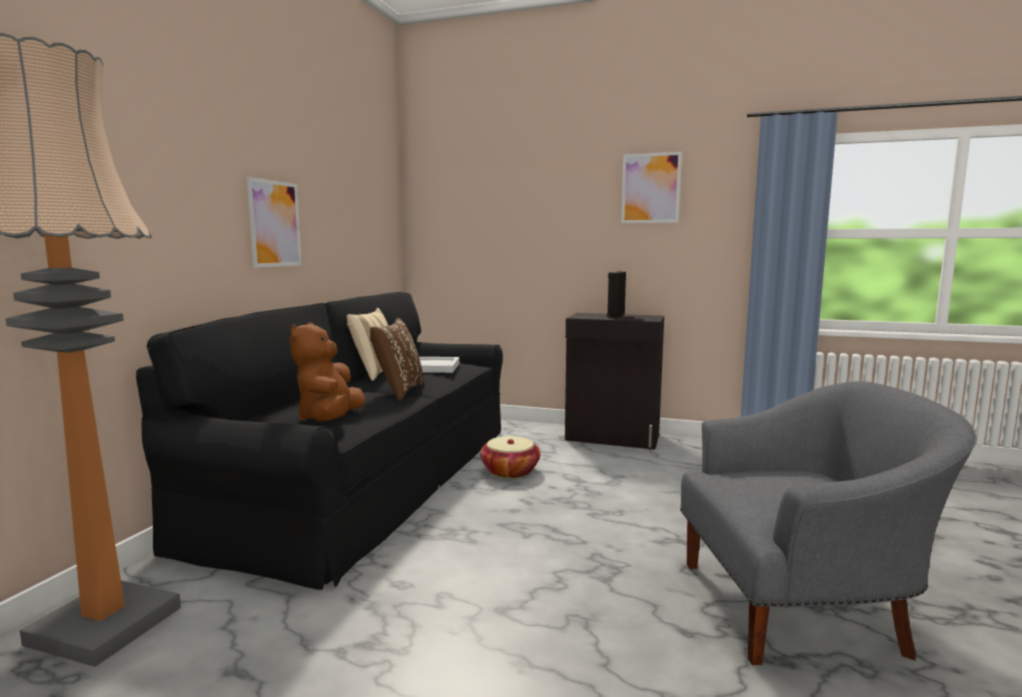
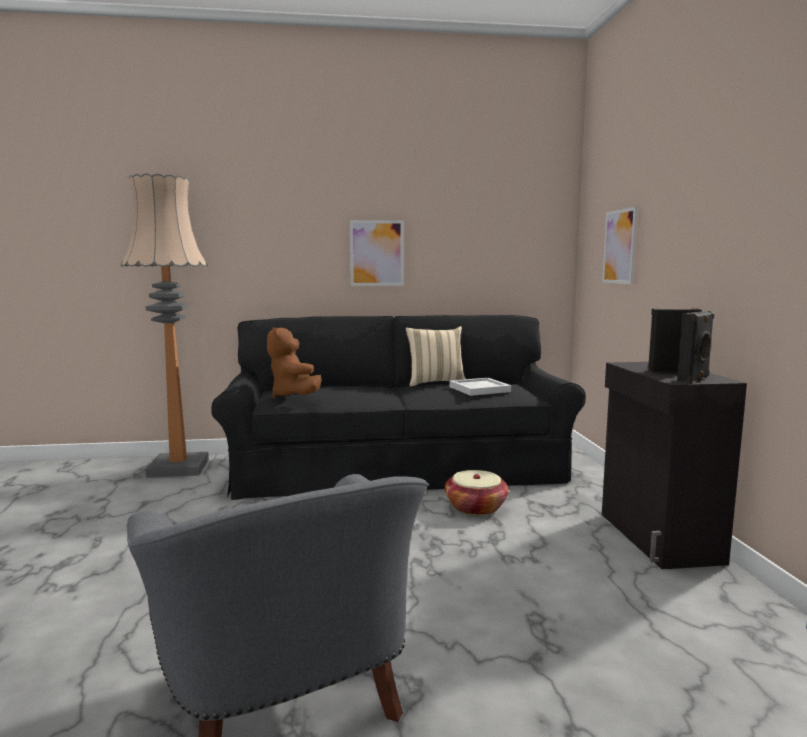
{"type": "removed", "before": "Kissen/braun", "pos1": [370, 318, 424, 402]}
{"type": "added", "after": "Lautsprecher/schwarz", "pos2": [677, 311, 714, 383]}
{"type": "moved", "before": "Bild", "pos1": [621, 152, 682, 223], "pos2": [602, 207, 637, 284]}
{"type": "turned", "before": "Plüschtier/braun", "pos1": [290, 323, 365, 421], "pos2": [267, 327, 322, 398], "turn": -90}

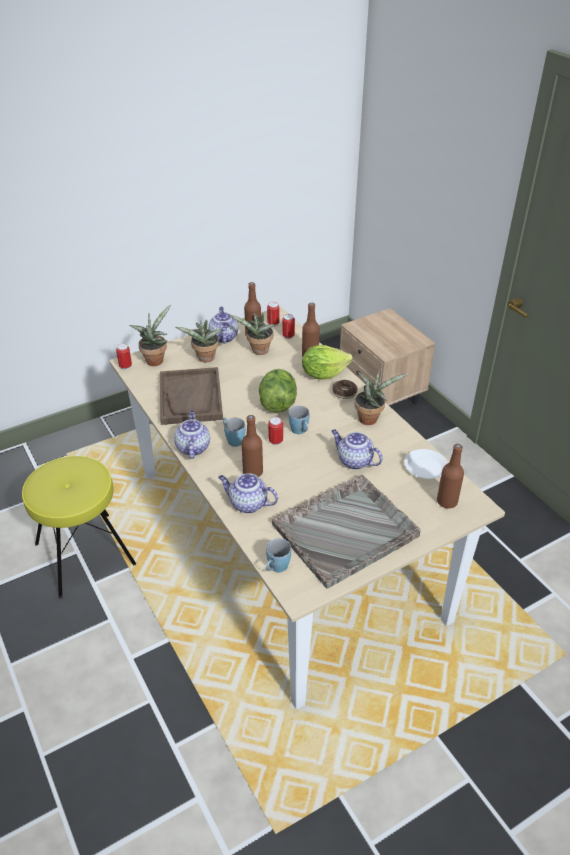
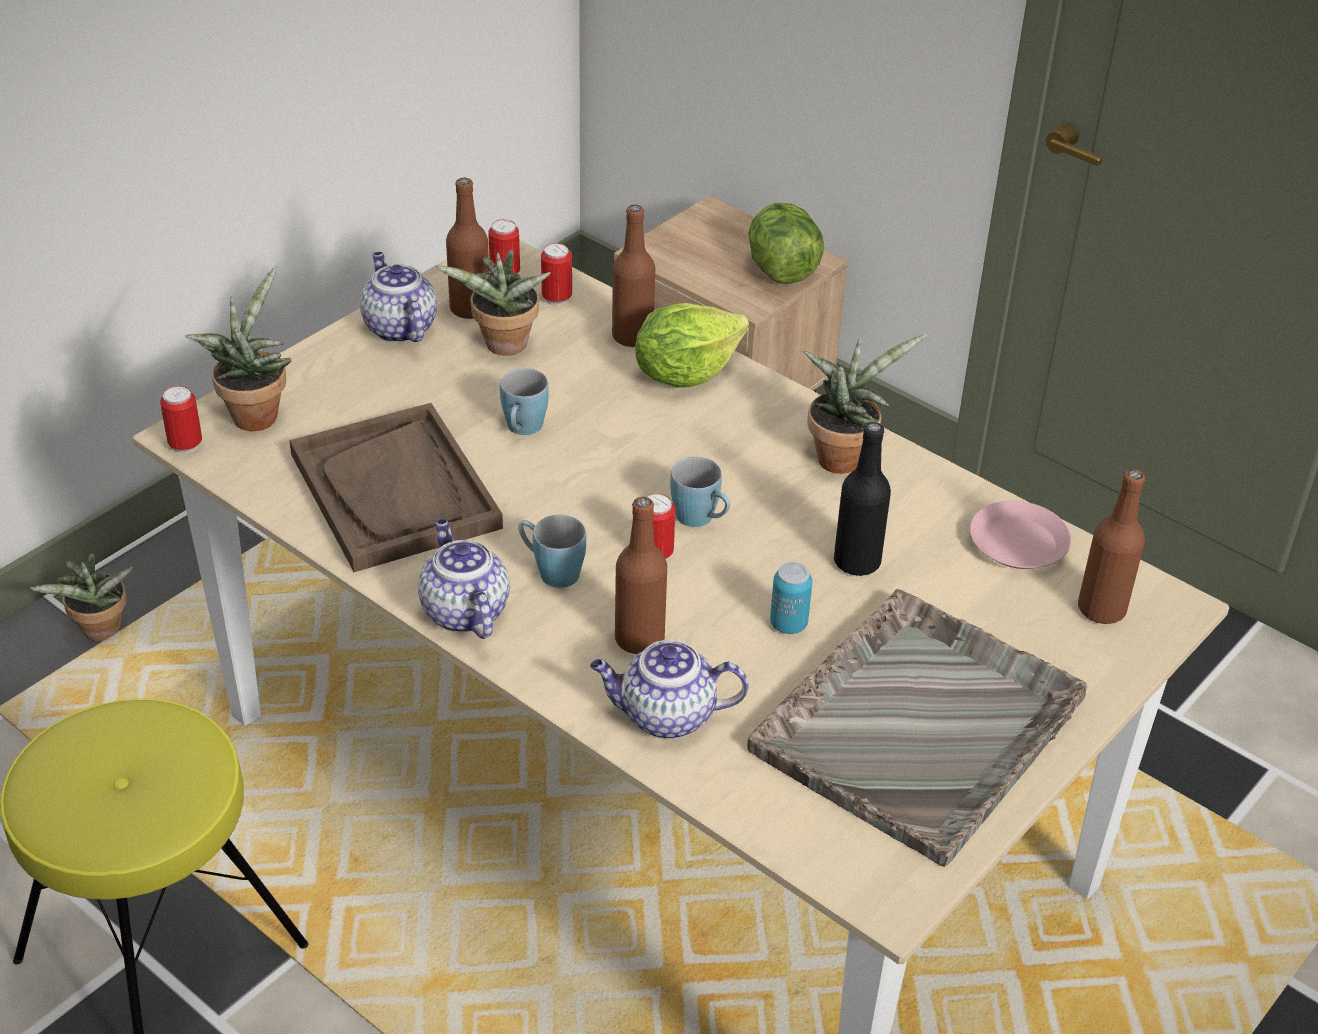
{"type": "removed", "before": "Donut", "pos1": [332, 380, 358, 399]}
{"type": "added", "after": "Dose", "pos2": [770, 562, 812, 634]}
{"type": "moved", "before": "Topfpflanze", "pos1": [176, 320, 222, 363], "pos2": [29, 553, 133, 642]}
{"type": "moved", "before": "Salatkopf", "pos1": [259, 369, 297, 412], "pos2": [748, 203, 824, 284]}
{"type": "moved", "before": "Henkelbecher/blau", "pos1": [266, 538, 291, 572], "pos2": [500, 368, 549, 435]}
{"type": "replaced", "before": "Teekanne", "after": "Flasche/schwarz", "pos1": [331, 429, 383, 470], "pos2": [834, 422, 891, 576]}
{"type": "recoloured", "before": "Teller/weiß", "after": "Teller/rosa", "pos1": [404, 449, 448, 479], "pos2": [970, 501, 1071, 569]}

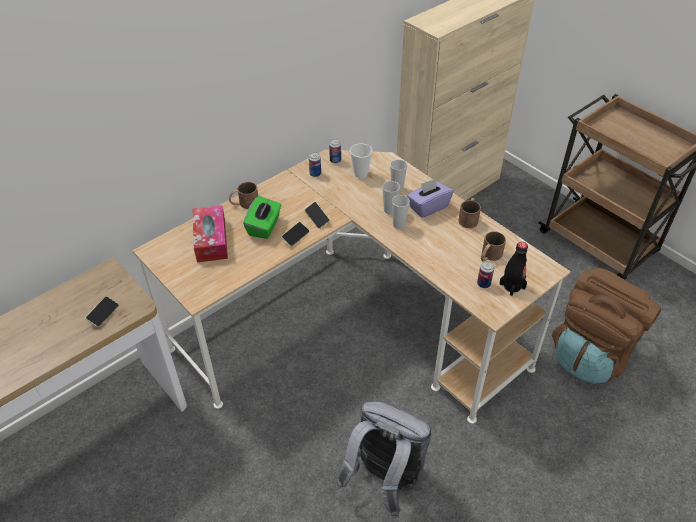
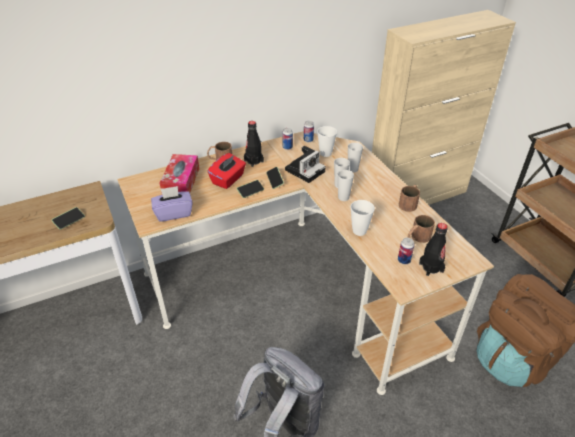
{"type": "added", "after": "Flasche/schwarz", "pos2": [244, 121, 264, 167]}
{"type": "added", "after": "Kamera", "pos2": [285, 146, 326, 183]}
{"type": "added", "after": "Tasse", "pos2": [350, 200, 375, 236]}
{"type": "moved", "before": "Taschentuchbox/lila", "pos1": [407, 178, 453, 218], "pos2": [151, 186, 193, 222]}
{"type": "recoloured", "before": "Taschentuchbox/grün", "after": "Taschentuchbox/rot", "pos1": [243, 196, 281, 239], "pos2": [207, 153, 246, 189]}

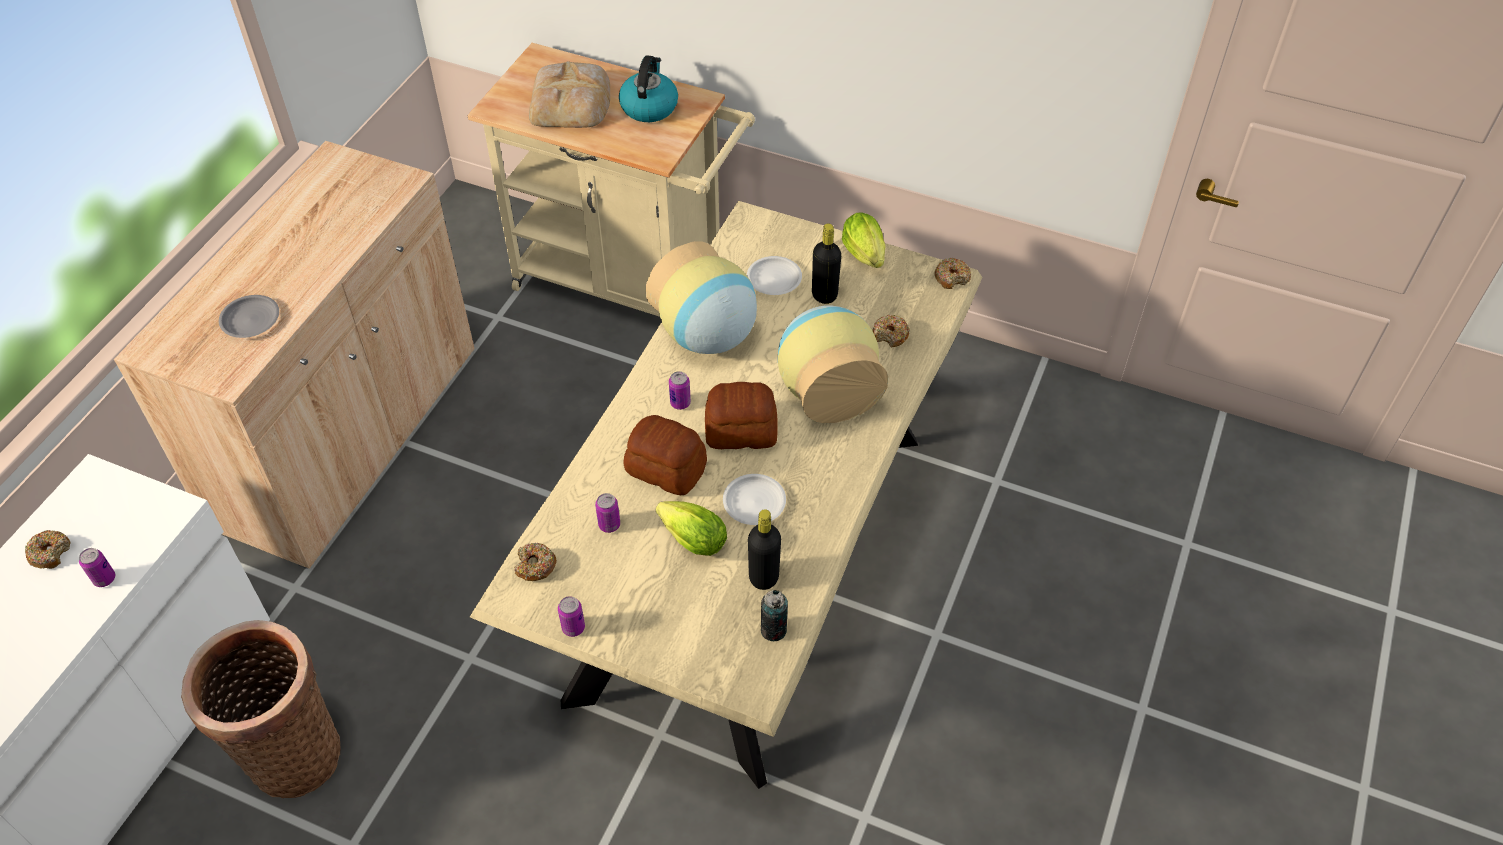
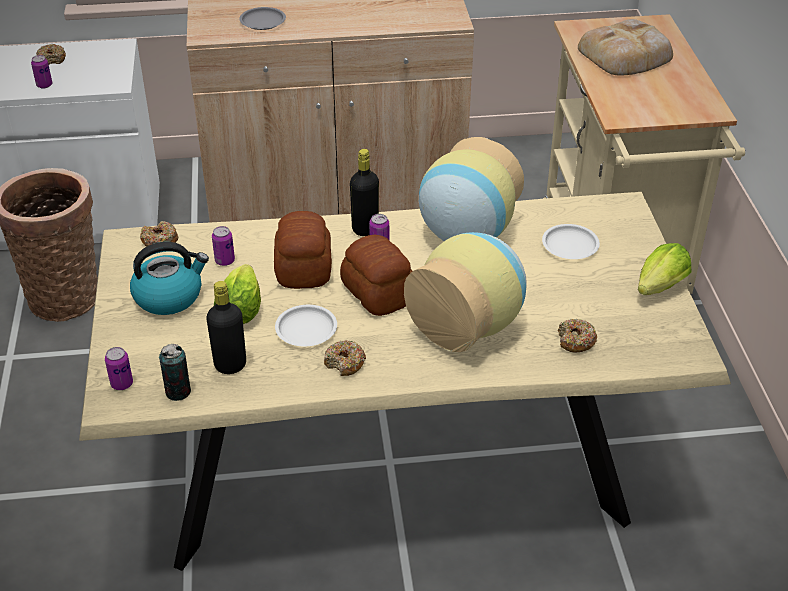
{"type": "moved", "before": "Dose", "pos1": [558, 596, 585, 637], "pos2": [105, 347, 133, 390]}
{"type": "moved", "before": "Wasserkessel", "pos1": [619, 55, 678, 122], "pos2": [130, 242, 209, 315]}
{"type": "moved", "before": "Flasche/schwarz", "pos1": [812, 223, 841, 304], "pos2": [350, 149, 379, 236]}
{"type": "moved", "before": "Donut", "pos1": [934, 258, 971, 289], "pos2": [324, 340, 366, 376]}

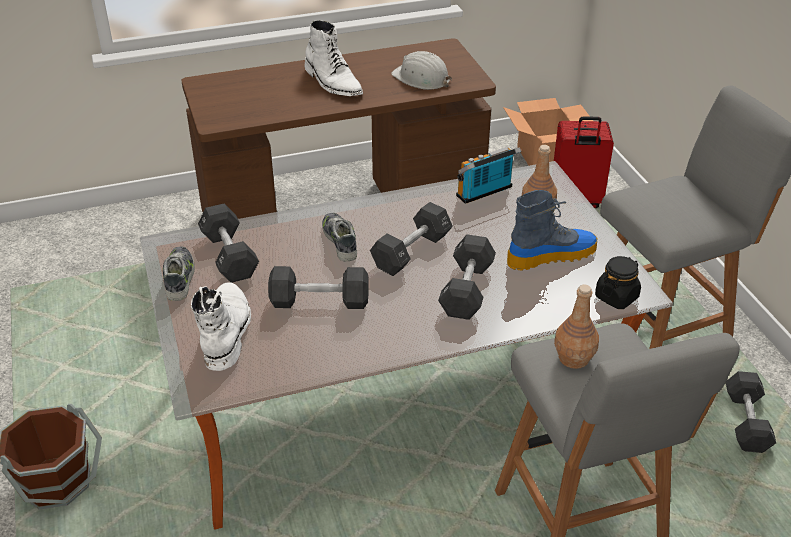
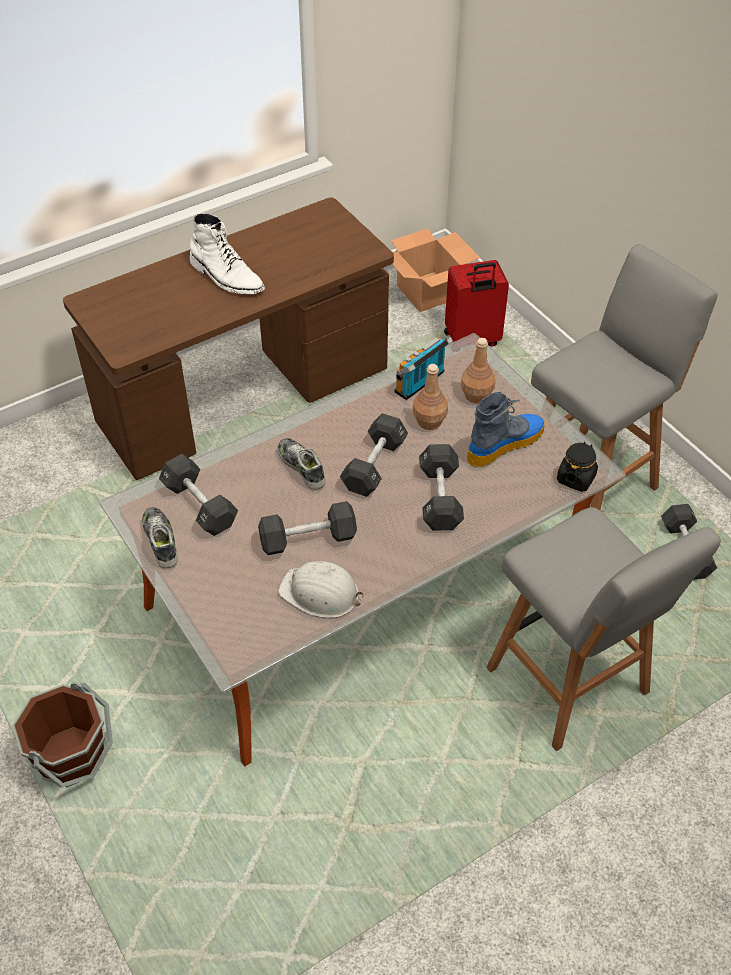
{"type": "removed", "before": "Stiefel/weiß", "pos1": [191, 282, 251, 371]}
{"type": "moved", "before": "Schutzhelm/weiß", "pos1": [391, 51, 452, 90], "pos2": [278, 561, 364, 618]}
{"type": "moved", "before": "Flasche/braun", "pos1": [554, 285, 599, 369], "pos2": [413, 364, 448, 430]}

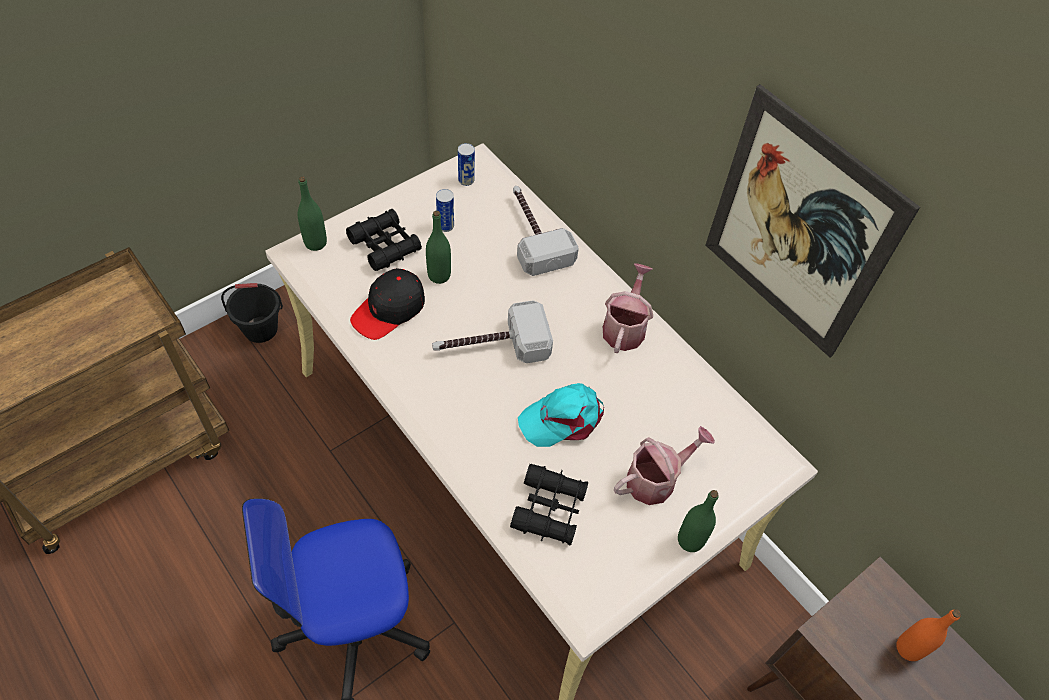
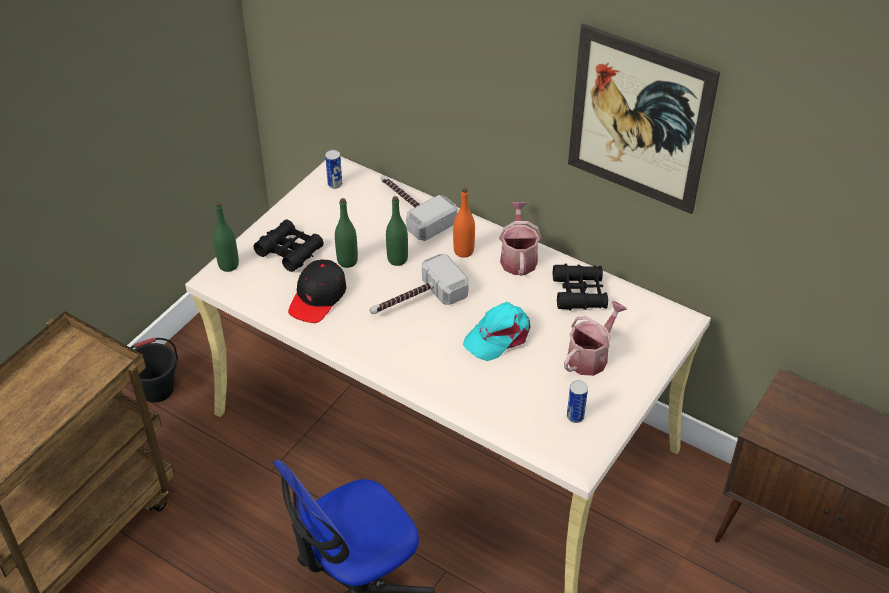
{"type": "moved", "before": "Dose", "pos1": [436, 189, 454, 232], "pos2": [567, 380, 588, 423]}
{"type": "moved", "before": "Fernglas/schwarz", "pos1": [510, 464, 588, 546], "pos2": [553, 264, 608, 311]}
{"type": "moved", "before": "Flasche/grün", "pos1": [678, 490, 719, 552], "pos2": [386, 196, 408, 266]}
{"type": "moved", "before": "Flasche/orange", "pos1": [896, 609, 961, 661], "pos2": [453, 188, 475, 258]}

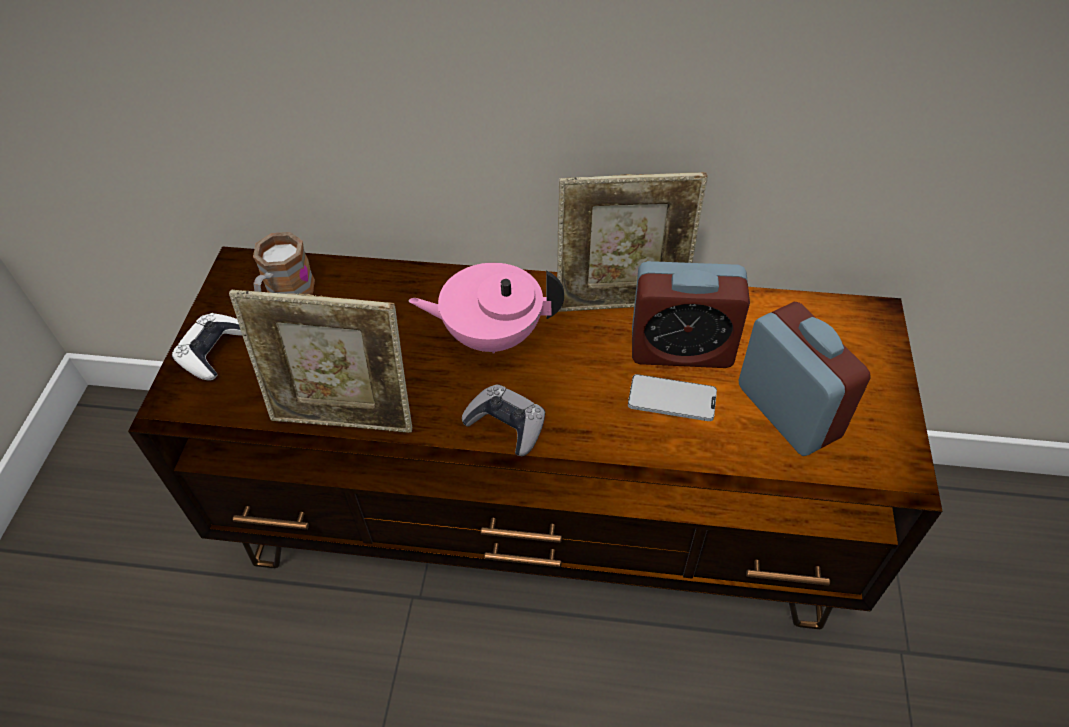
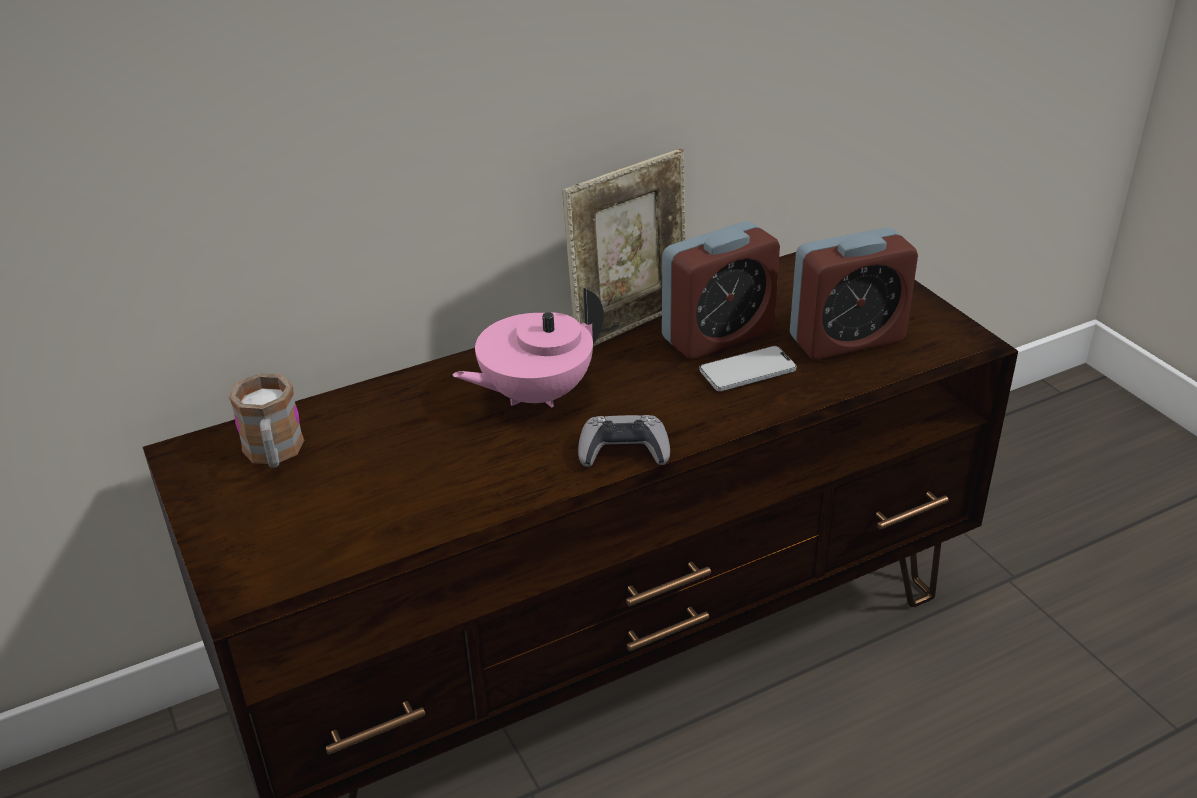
{"type": "removed", "before": "Gamepad/weiß", "pos1": [172, 313, 242, 380]}
{"type": "removed", "before": "Bilderrahmen", "pos1": [229, 290, 412, 433]}
{"type": "turned", "before": "Wecker", "pos1": [738, 302, 871, 456], "pos2": [790, 227, 918, 360], "turn": 135}

